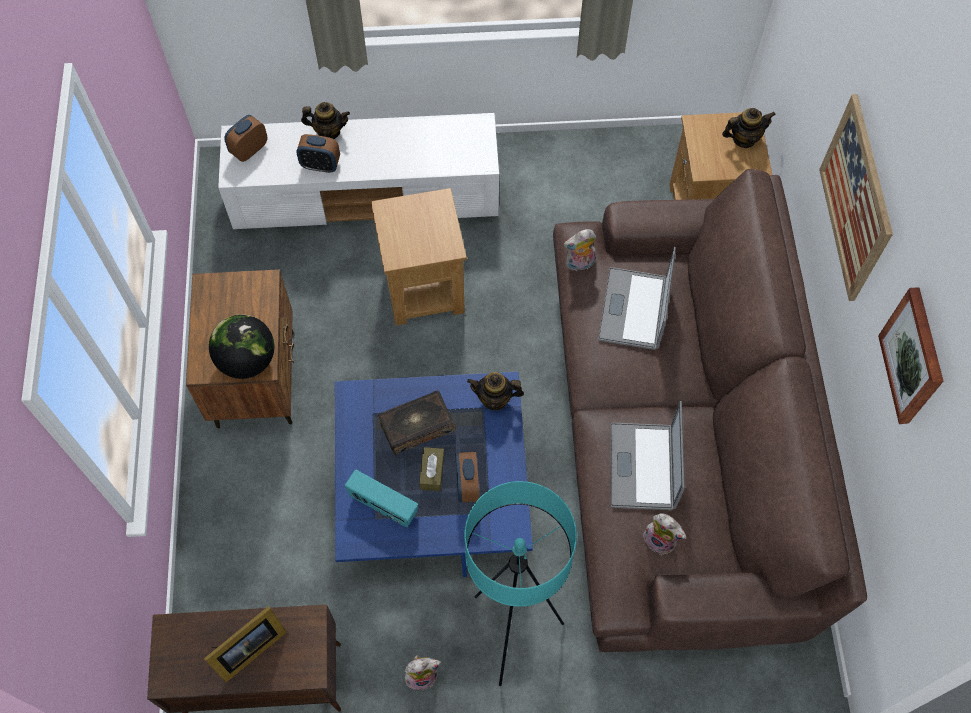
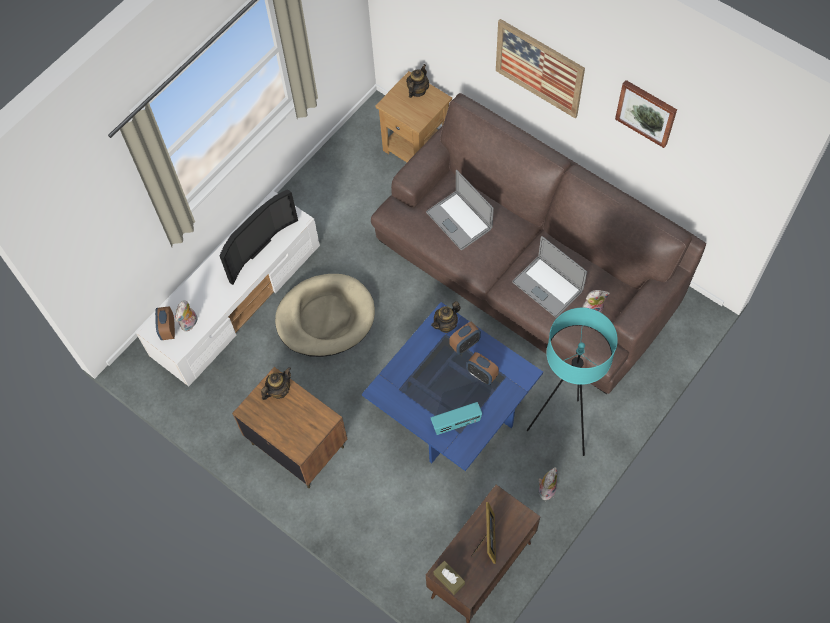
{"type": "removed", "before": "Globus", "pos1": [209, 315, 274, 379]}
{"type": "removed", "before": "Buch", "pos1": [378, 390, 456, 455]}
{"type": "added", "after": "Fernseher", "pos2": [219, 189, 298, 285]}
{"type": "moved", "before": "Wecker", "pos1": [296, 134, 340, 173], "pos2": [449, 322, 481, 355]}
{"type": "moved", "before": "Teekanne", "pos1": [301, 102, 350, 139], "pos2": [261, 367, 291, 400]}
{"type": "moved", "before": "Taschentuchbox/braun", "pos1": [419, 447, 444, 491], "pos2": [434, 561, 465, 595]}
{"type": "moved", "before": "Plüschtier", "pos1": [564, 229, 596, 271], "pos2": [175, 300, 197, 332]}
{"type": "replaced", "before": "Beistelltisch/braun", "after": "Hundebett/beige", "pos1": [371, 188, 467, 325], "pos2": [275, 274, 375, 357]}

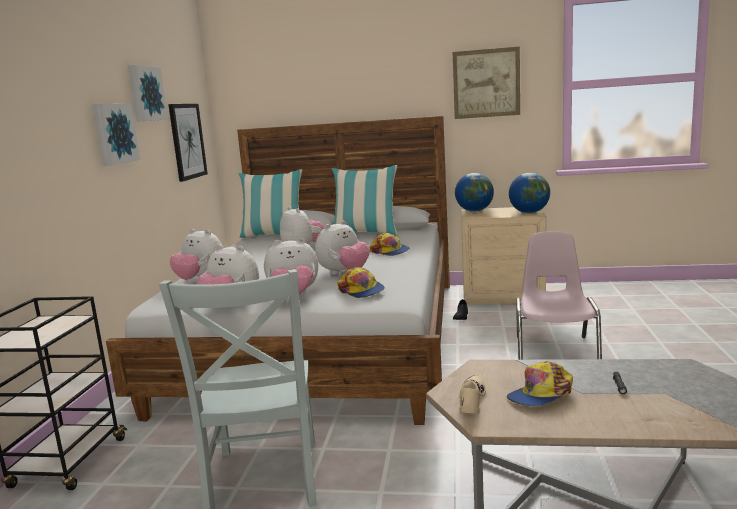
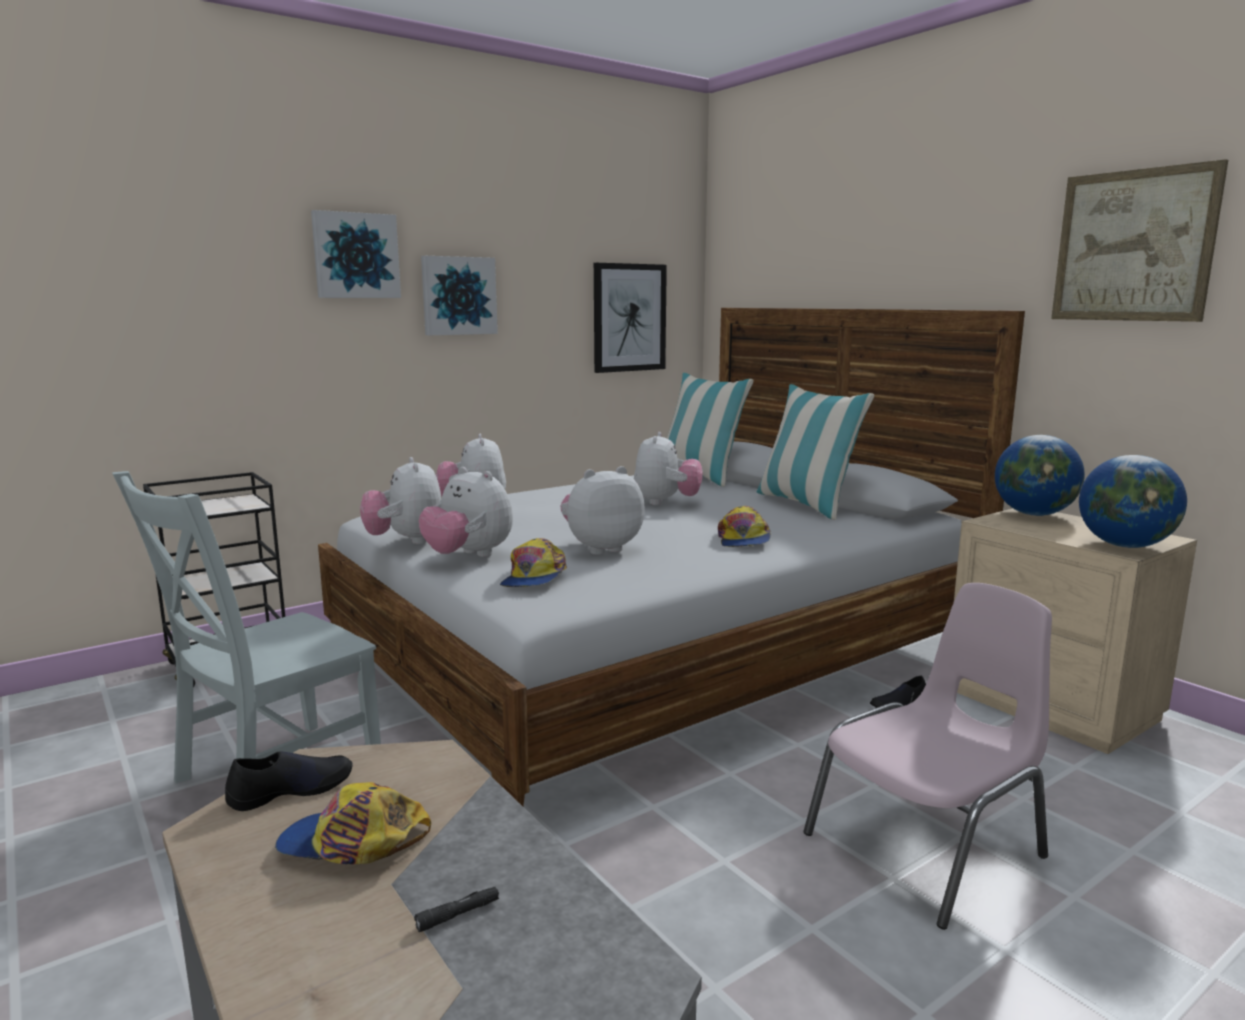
{"type": "moved", "before": "Bild", "pos1": [128, 65, 168, 122], "pos2": [311, 210, 401, 298]}
{"type": "recoloured", "before": "Schuh/beige", "after": "Schuh/schwarz", "pos1": [459, 375, 486, 414], "pos2": [225, 751, 353, 811]}
{"type": "turned", "before": "Plüschtier", "pos1": [315, 220, 370, 275], "pos2": [560, 466, 645, 555], "turn": 150}

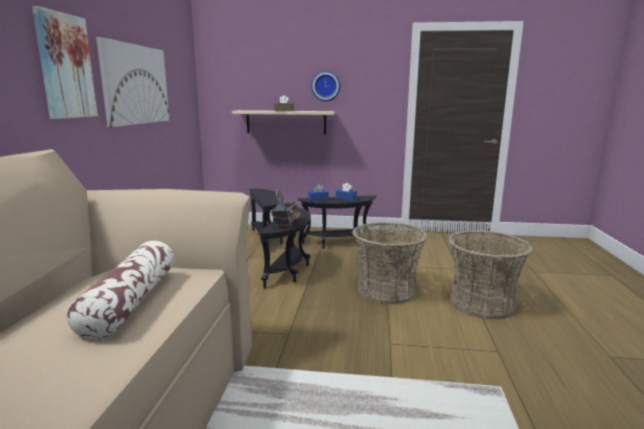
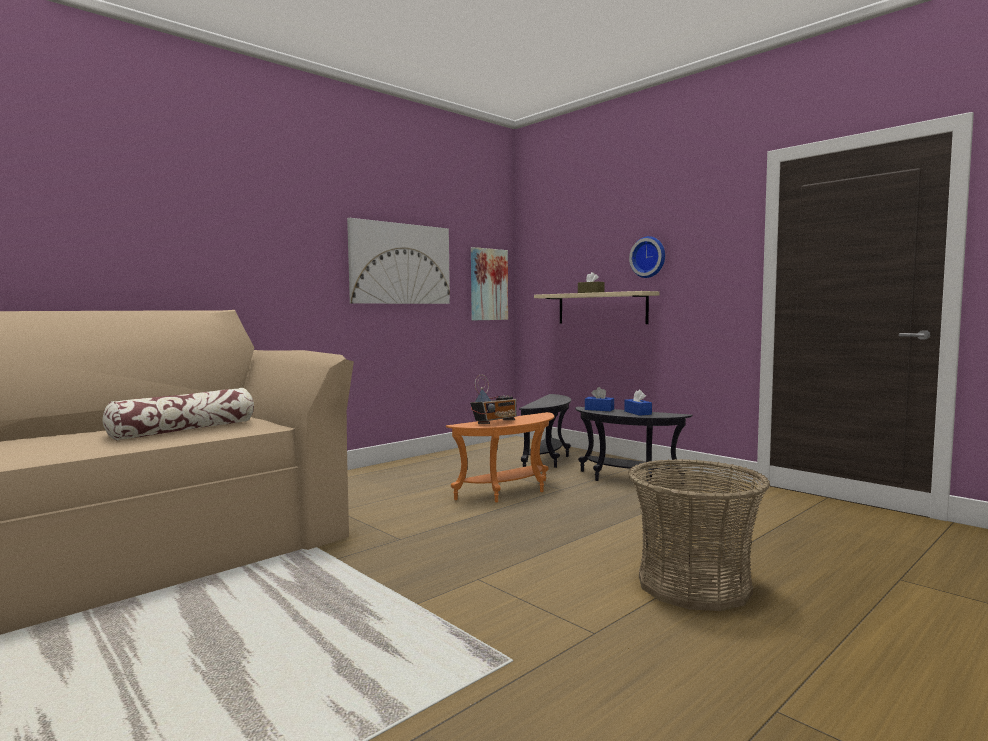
{"type": "removed", "before": "Korb", "pos1": [352, 222, 428, 304]}
{"type": "moved", "before": "Bild", "pos1": [32, 6, 98, 119], "pos2": [471, 247, 508, 320]}
{"type": "recoloured", "before": "Beistelltisch/schwarz", "after": "Beistelltisch/orange", "pos1": [258, 207, 311, 289], "pos2": [446, 412, 554, 502]}

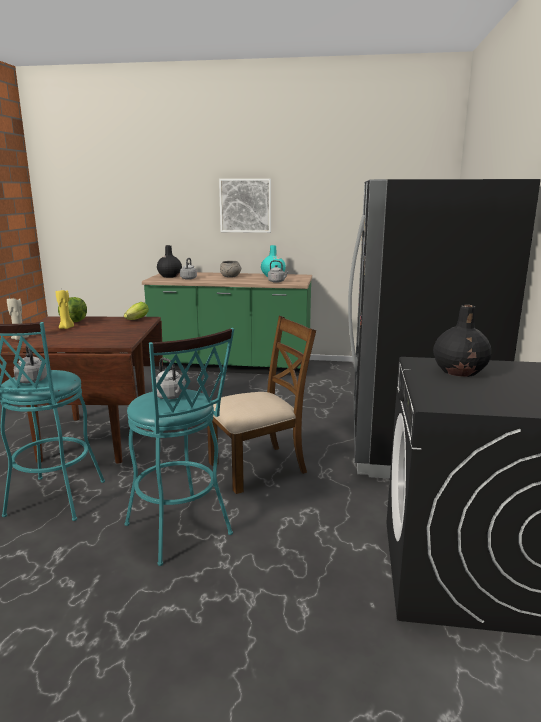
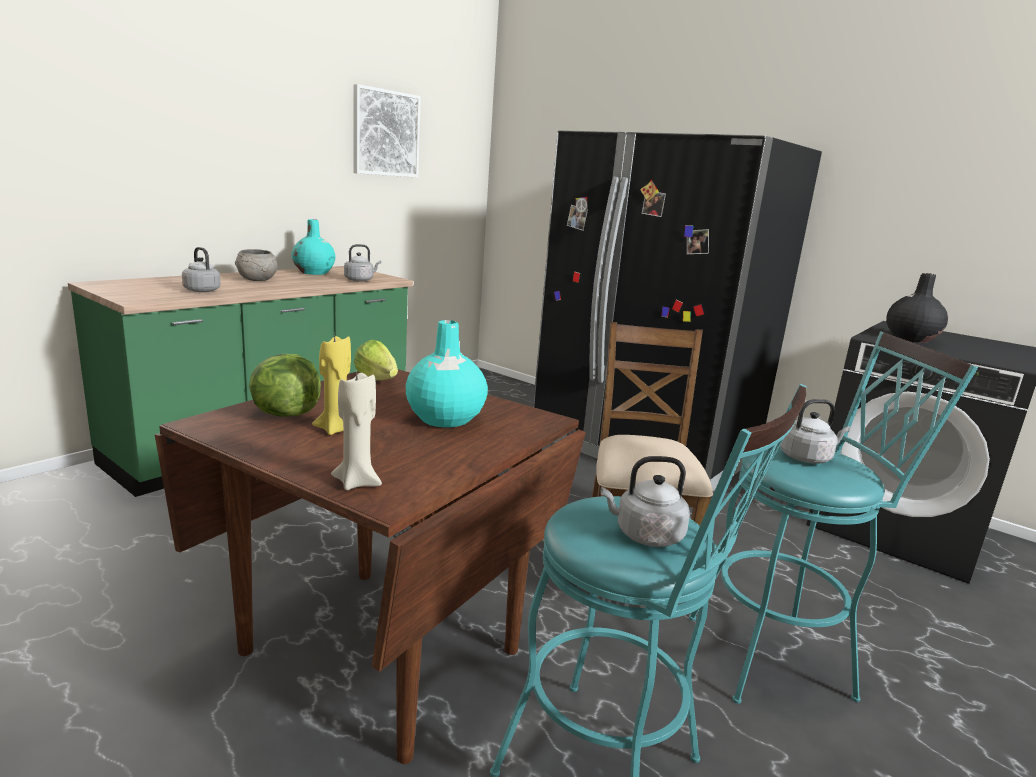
{"type": "removed", "before": "Vase/schwarz", "pos1": [157, 245, 182, 278]}
{"type": "added", "after": "Vase/türkis", "pos2": [406, 320, 488, 428]}
{"type": "moved", "before": "Bild", "pos1": [219, 179, 271, 233], "pos2": [353, 84, 421, 178]}

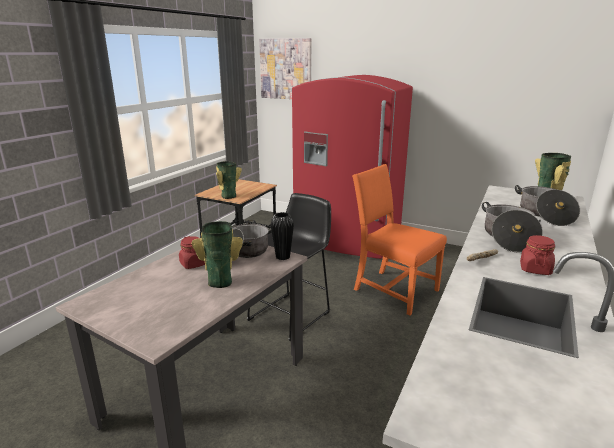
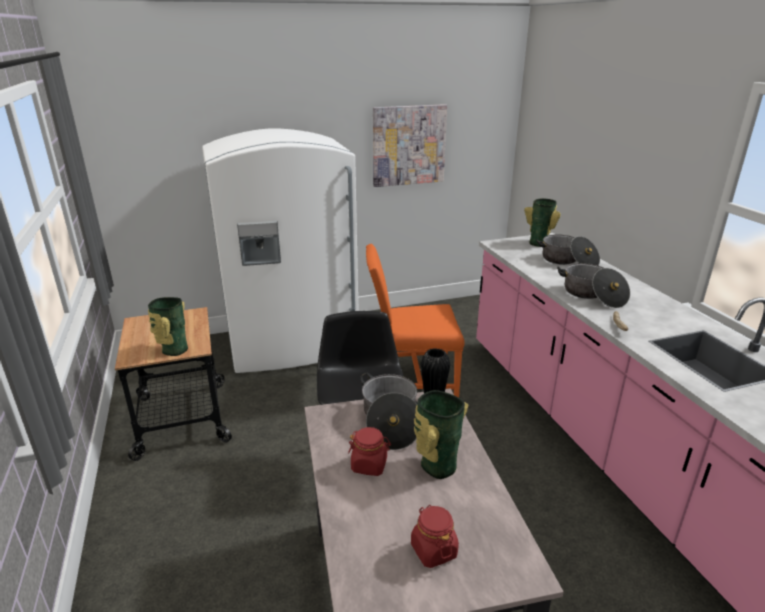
{"type": "moved", "before": "Bild", "pos1": [259, 38, 311, 99], "pos2": [373, 104, 447, 187]}
{"type": "moved", "before": "Vorratsglas/rot", "pos1": [520, 235, 555, 275], "pos2": [411, 504, 459, 568]}
{"type": "recoloured", "before": "Kühlschrank/rot", "after": "Kühlschrank/weiß", "pos1": [292, 75, 413, 259], "pos2": [202, 129, 359, 373]}

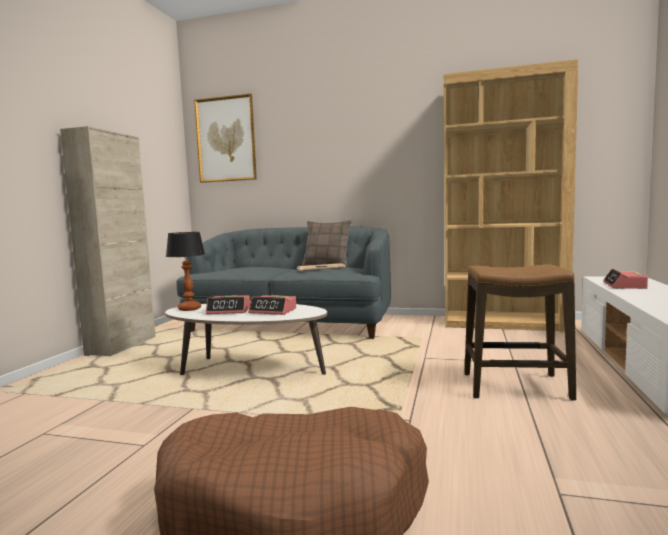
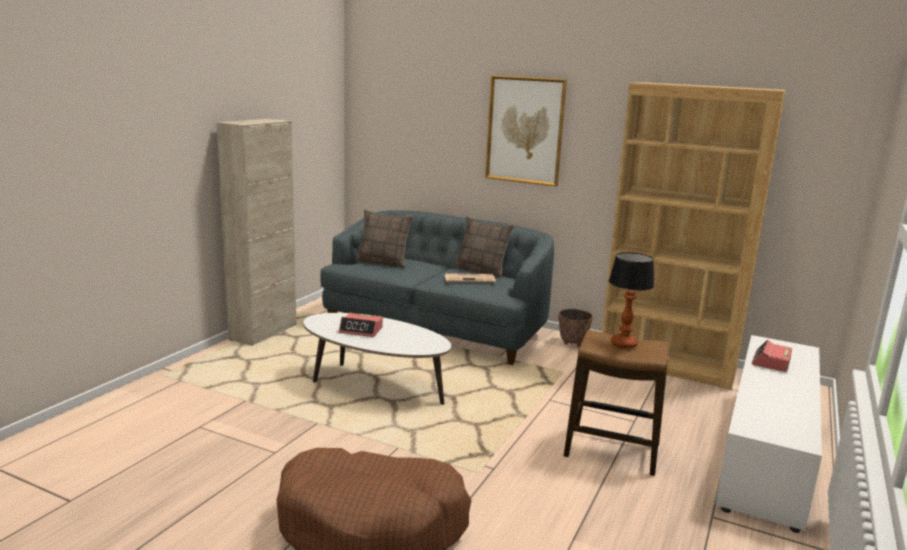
{"type": "removed", "before": "Wecker", "pos1": [248, 295, 296, 315]}
{"type": "added", "after": "Kissen", "pos2": [355, 209, 414, 268]}
{"type": "added", "after": "Pflanzkübel", "pos2": [558, 309, 593, 347]}
{"type": "moved", "before": "Tischlampe", "pos1": [166, 232, 205, 311], "pos2": [609, 252, 655, 348]}
{"type": "moved", "before": "Bild", "pos1": [194, 94, 257, 183], "pos2": [485, 75, 567, 186]}

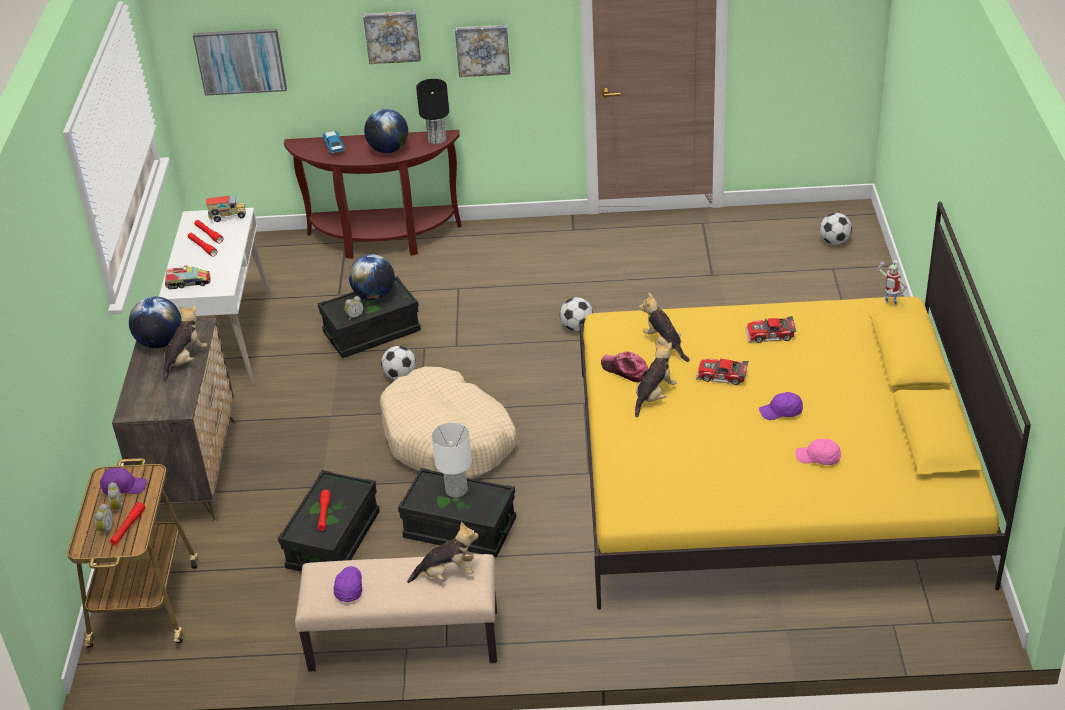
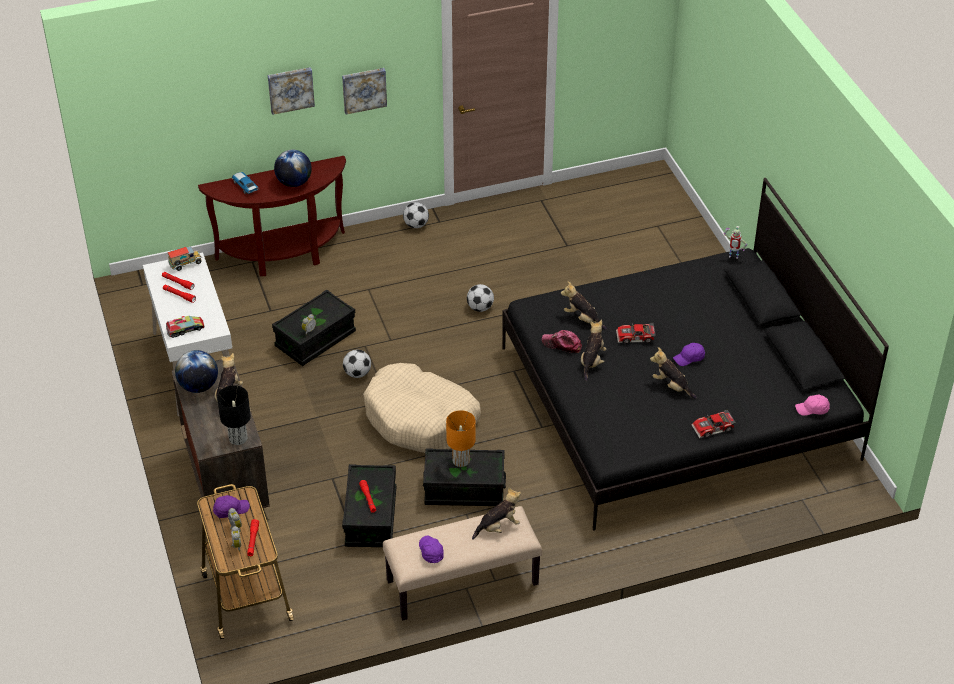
{"type": "removed", "before": "Bild", "pos1": [193, 28, 287, 96]}
{"type": "removed", "before": "Globus", "pos1": [349, 254, 395, 300]}
{"type": "added", "after": "Plüschtier", "pos2": [650, 347, 697, 399]}
{"type": "moved", "before": "Tischlampe/schwarz", "pos1": [416, 79, 449, 144], "pos2": [217, 385, 251, 445]}
{"type": "moved", "before": "Spielzeugauto", "pos1": [745, 316, 796, 343], "pos2": [691, 409, 736, 438]}
{"type": "moved", "before": "Kappe/rosa", "pos1": [795, 439, 841, 465], "pos2": [795, 395, 830, 416]}
{"type": "moved", "before": "Fußball", "pos1": [820, 213, 852, 245], "pos2": [403, 202, 429, 228]}
{"type": "recoloured", "before": "Tischlampe/weiß", "after": "Tischlampe/orange", "pos1": [432, 422, 472, 497], "pos2": [446, 410, 475, 467]}
{"type": "recoloured", "before": "Bett/gelb", "after": "Bett/schwarz", "pos1": [580, 201, 1031, 610], "pos2": [502, 178, 889, 530]}

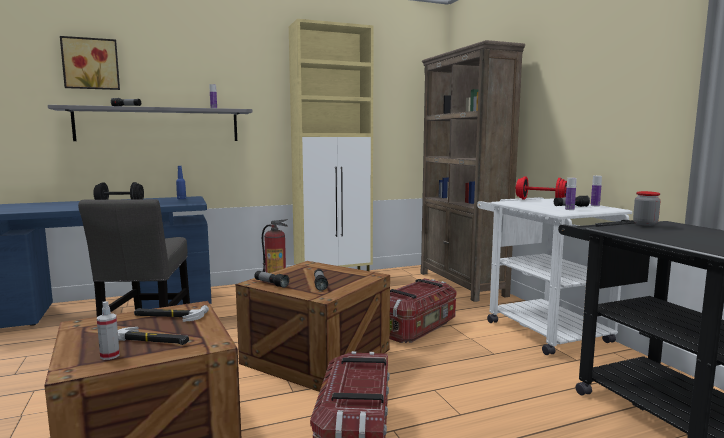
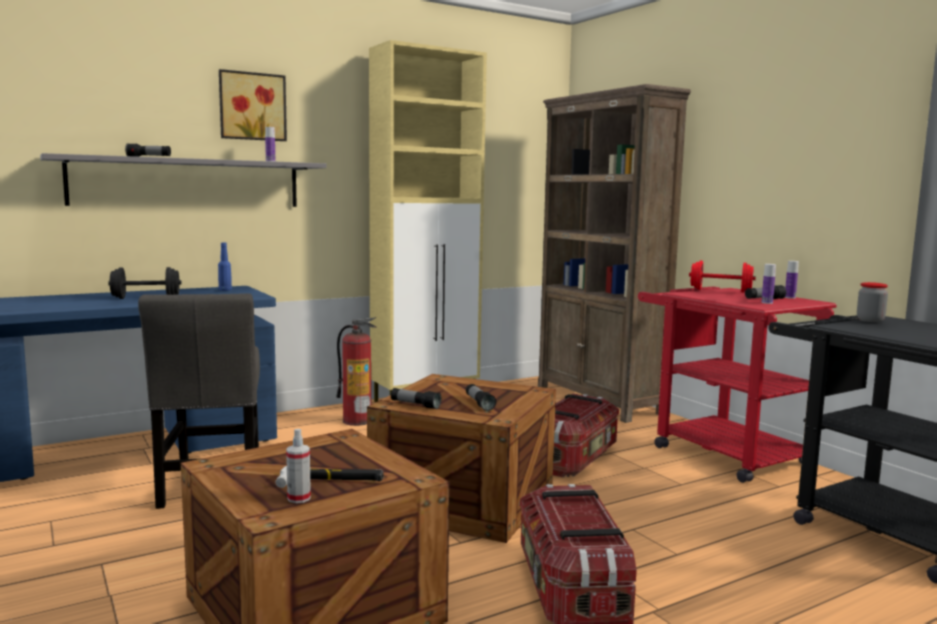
{"type": "removed", "before": "Hammer", "pos1": [134, 305, 209, 322]}
{"type": "moved", "before": "Bild", "pos1": [60, 36, 120, 90], "pos2": [219, 69, 287, 141]}
{"type": "recoloured", "before": "Rollwagen/weiß", "after": "Rollwagen/rot", "pos1": [477, 197, 632, 355], "pos2": [638, 287, 836, 483]}

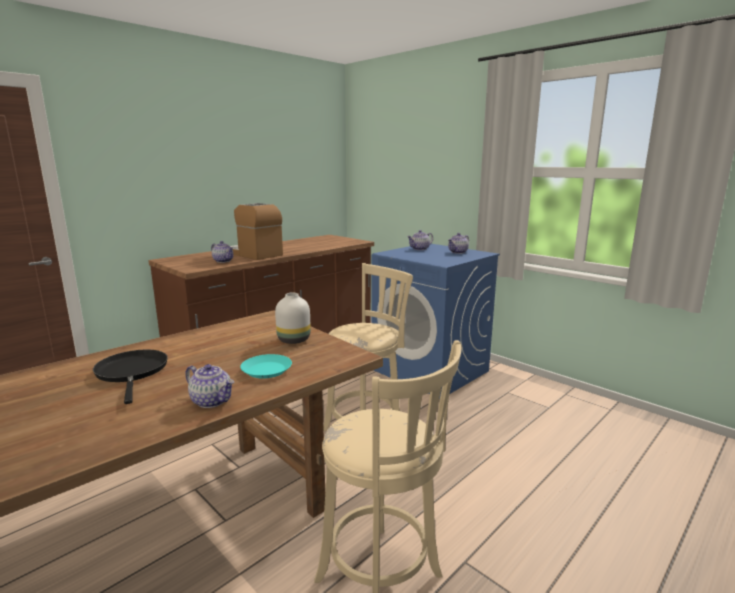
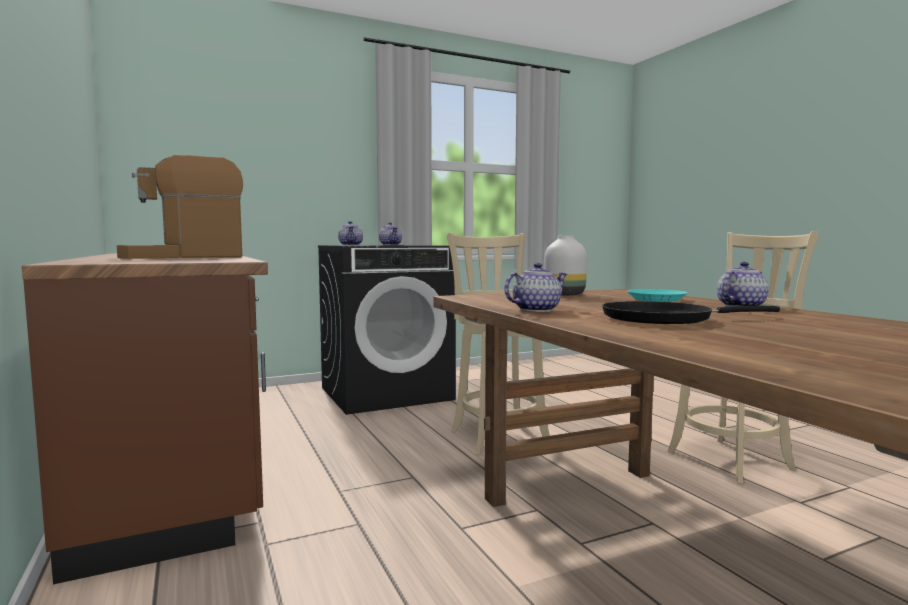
{"type": "moved", "before": "Teekanne", "pos1": [211, 241, 233, 263], "pos2": [504, 263, 567, 312]}
{"type": "recoloured", "before": "Waschmaschine/blau", "after": "Waschmaschine/schwarz", "pos1": [371, 244, 500, 398], "pos2": [318, 245, 456, 415]}

